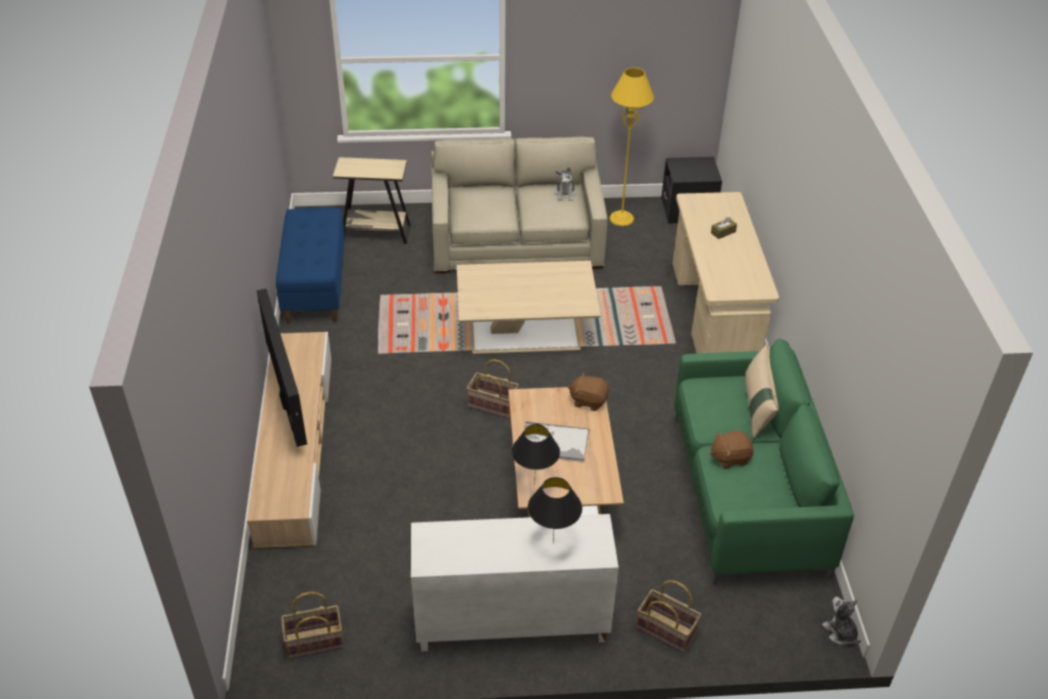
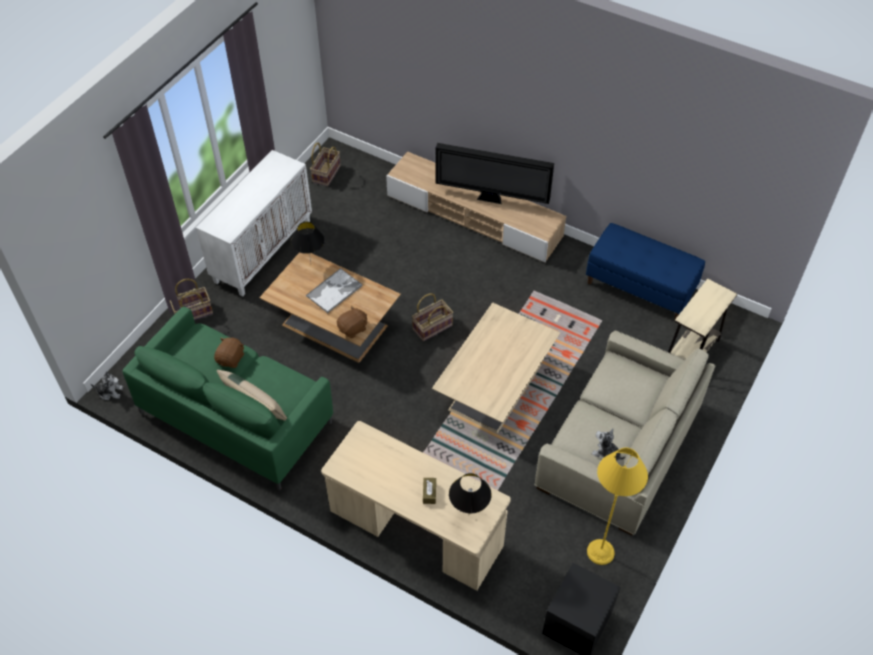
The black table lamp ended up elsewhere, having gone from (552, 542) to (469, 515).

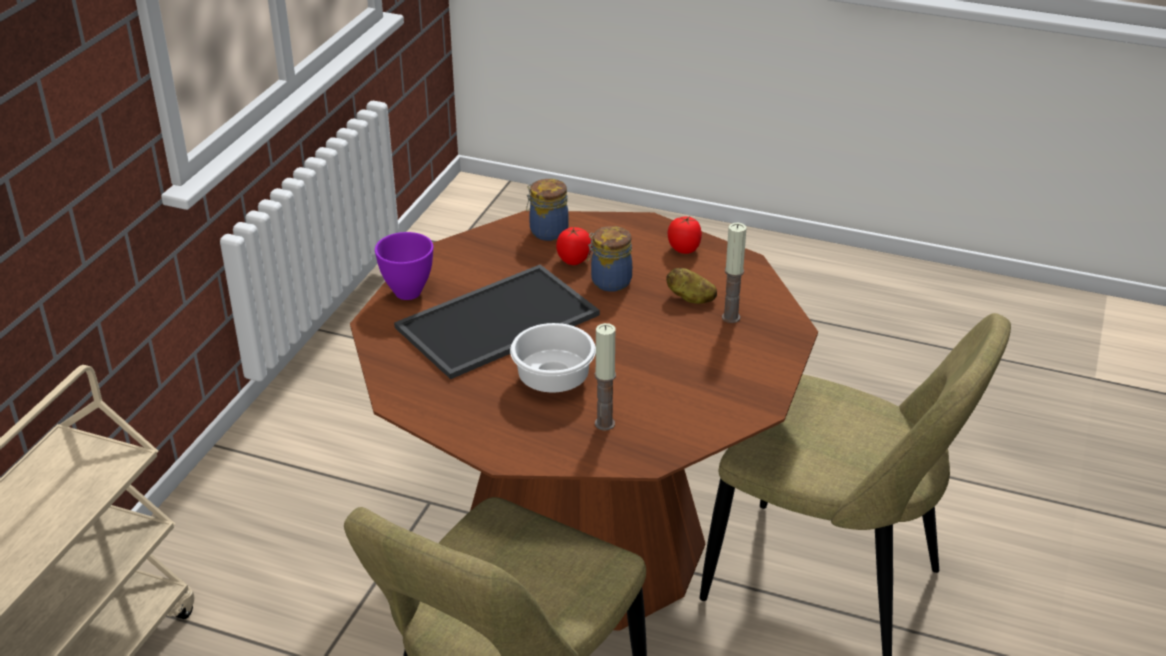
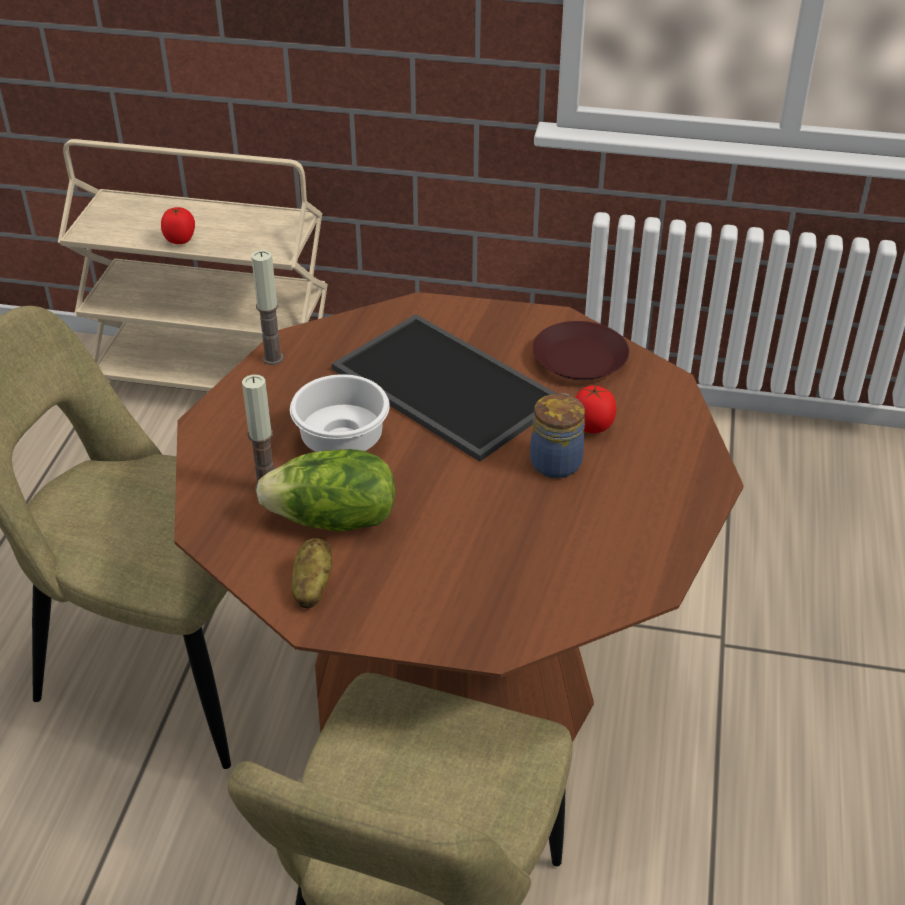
The second view lost the jar at (547, 231).
The tomato ended up elsewhere, having gone from (683, 249) to (180, 240).
The candle ended up elsewhere, having gone from (731, 317) to (273, 358).
The second view lost the purple bowl at (408, 293).
The potato ended up elsewhere, having gone from (690, 298) to (311, 586).
The second view gained the brown plate at (581, 359).
The second view gained the lettuce at (333, 520).

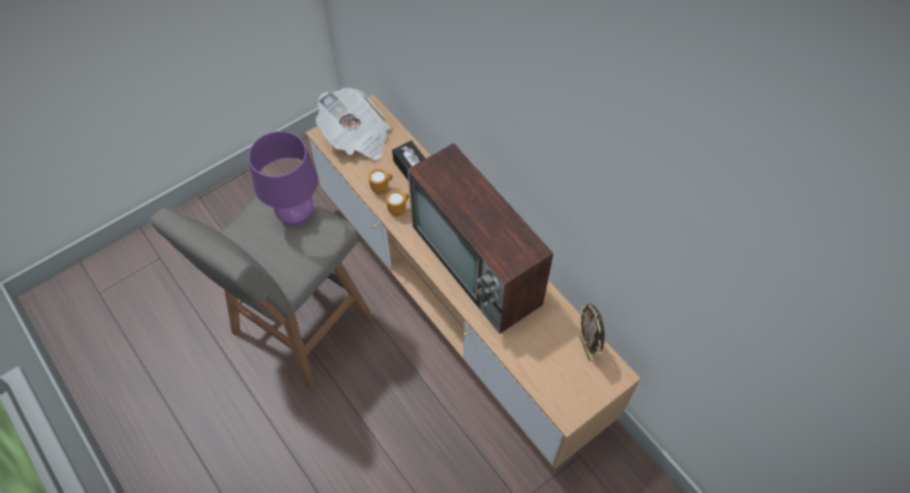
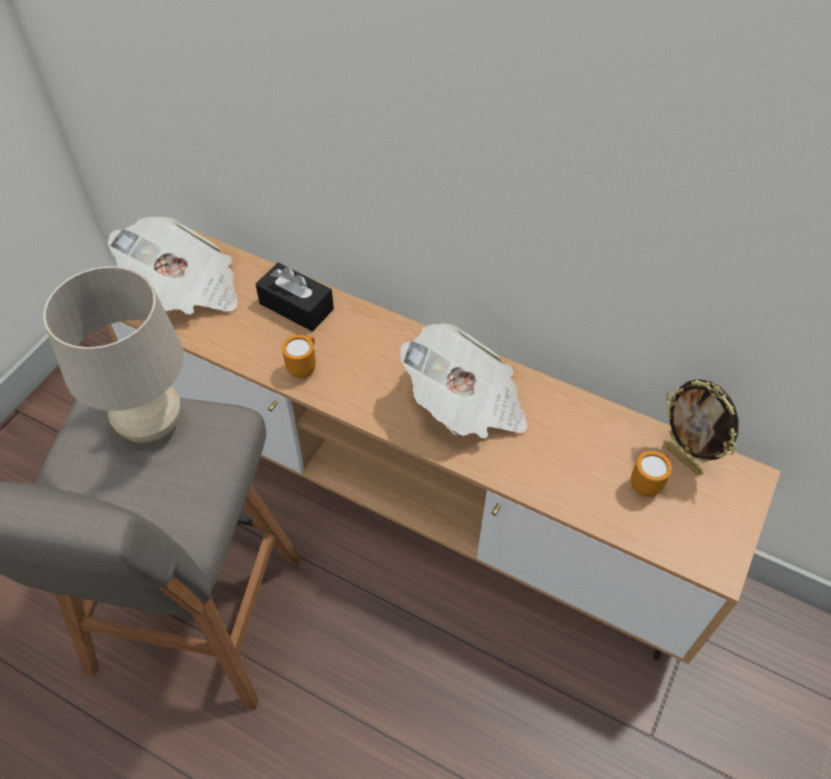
What was the purple table lamp at (296, 215) turned into the beige table lamp at (151, 425).
Where the television stood at (478, 266), the newspaper came to stand at (465, 404).
The orange mug ended up elsewhere, having gone from (382, 188) to (647, 484).

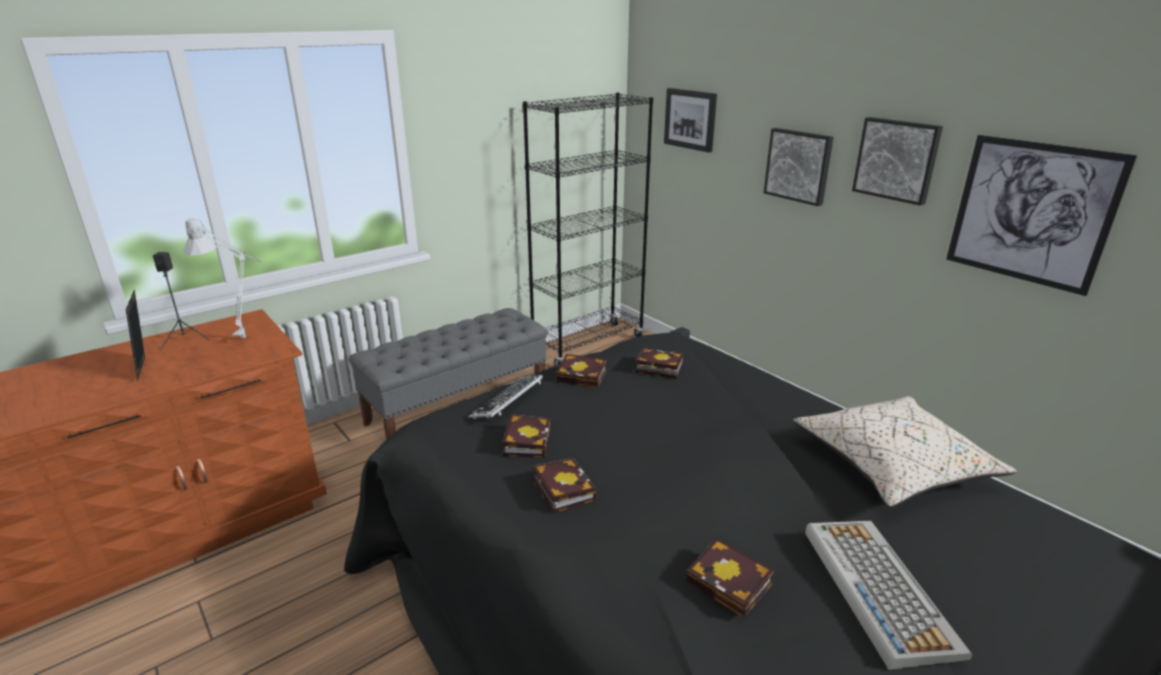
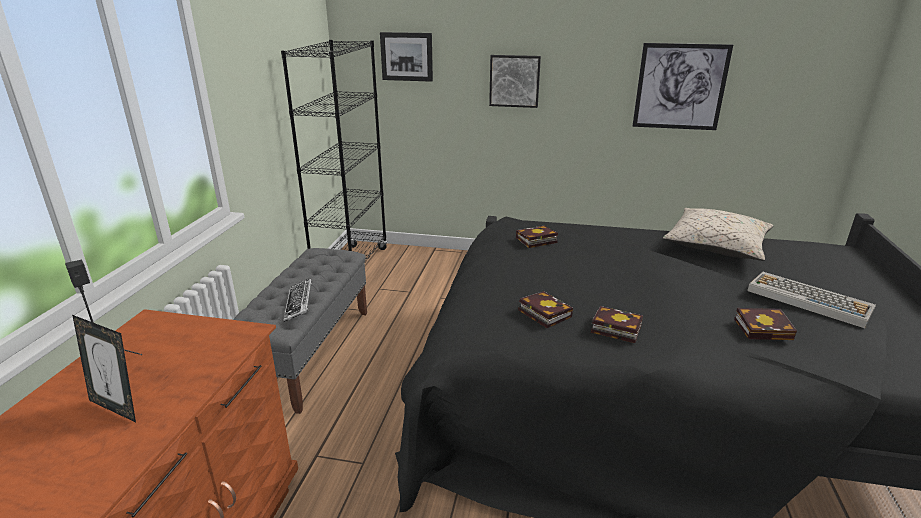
The second view lost the picture at (897, 160).
The second view lost the grey table lamp at (247, 336).
The second view lost the book at (584, 376).
The keyboard ended up elsewhere, having gone from (508, 402) to (299, 303).

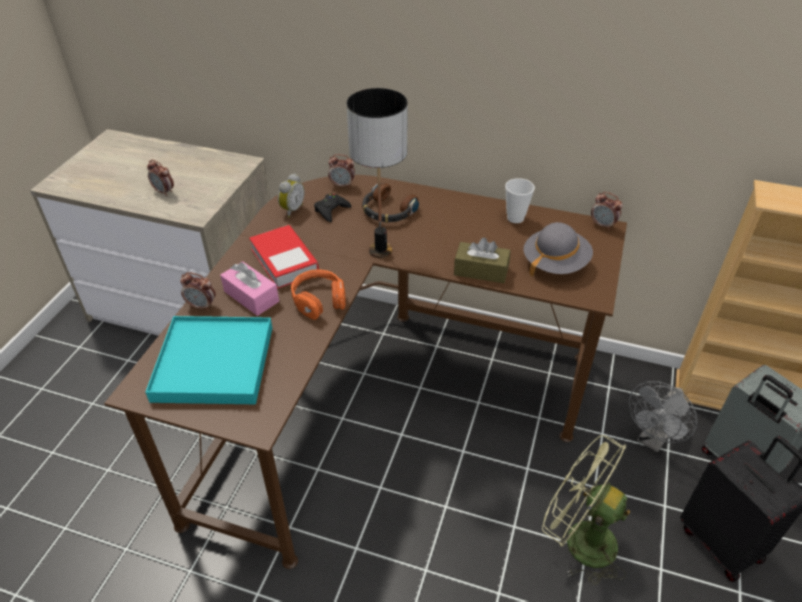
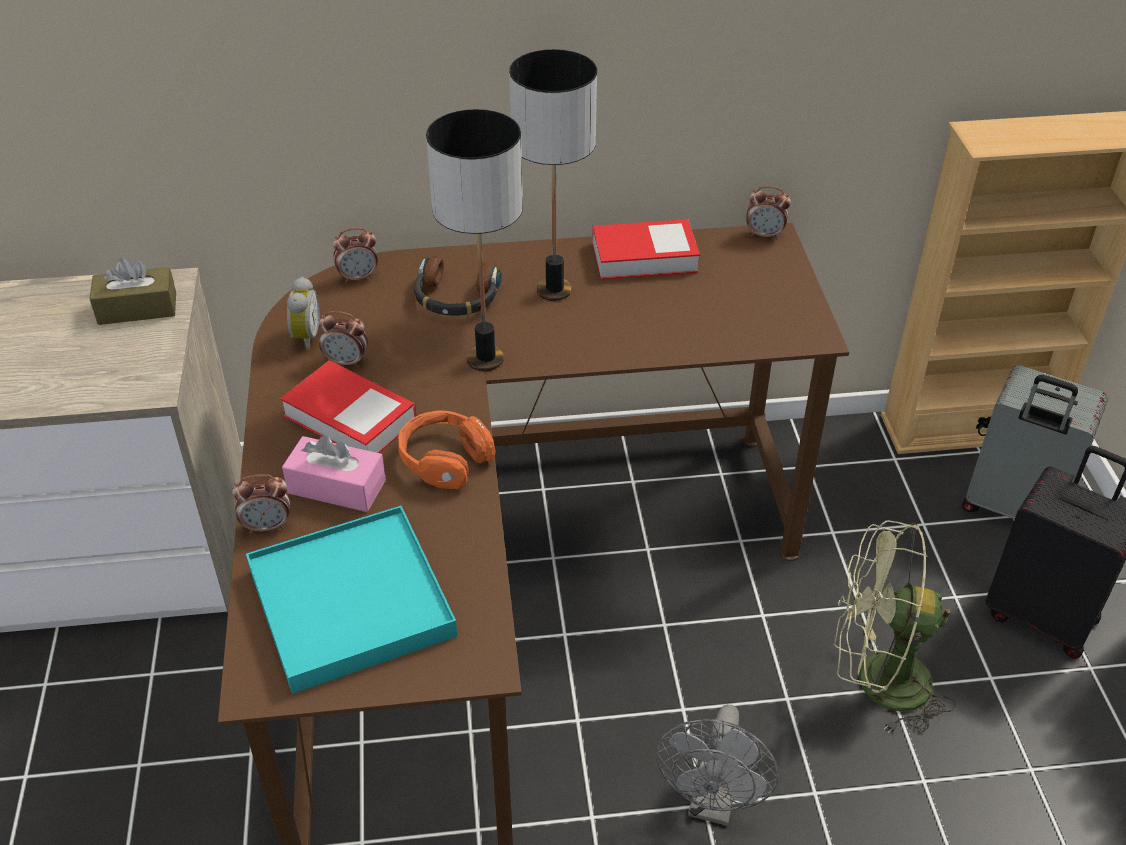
The alarm clock ended up elsewhere, having gone from (164, 192) to (346, 362).
Where the cup stood at (515, 218), the book came to stand at (644, 257).
The second view lost the black game controller at (331, 210).
The second view lost the grey hat at (555, 263).
The brown tissue box ended up elsewhere, having gone from (481, 271) to (137, 308).
The grey fan ended up elsewhere, having gone from (652, 440) to (712, 803).
The second view gained the table lamp at (553, 291).

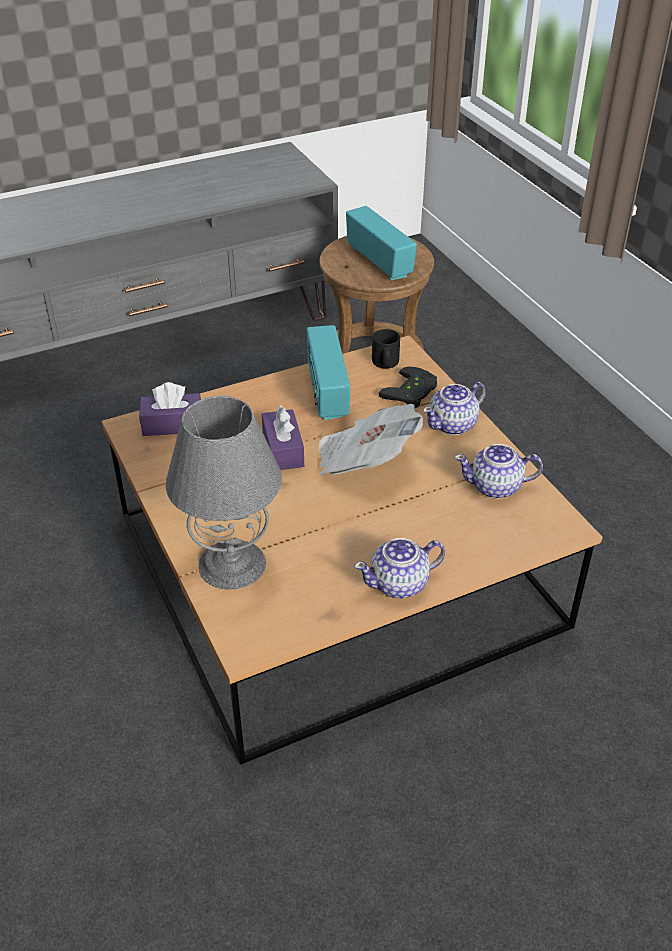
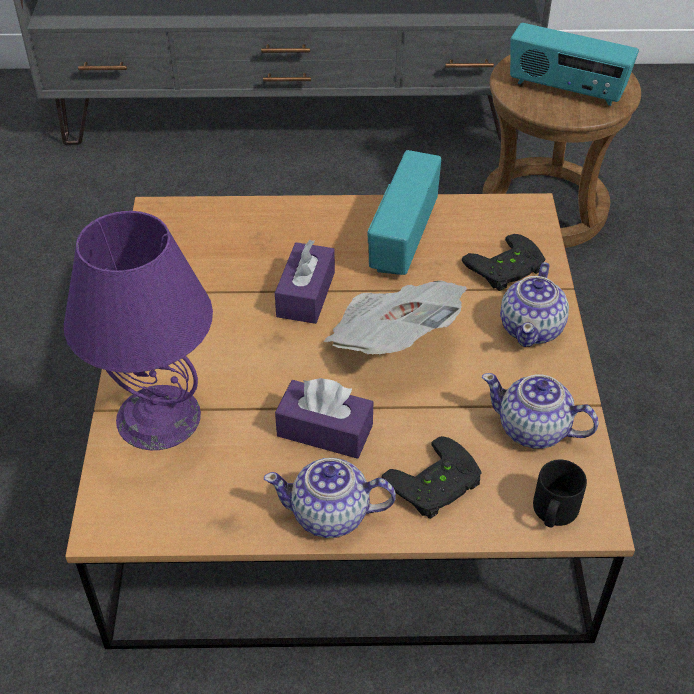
The radio at (380, 262) ended up facing another way, 120 degrees clockwise from before.
The black mug ended up elsewhere, having gone from (385, 363) to (553, 512).
The purple tissue box ended up elsewhere, having gone from (172, 424) to (325, 430).
The teapot at (453, 425) ended up facing another way, 60 degrees counterclockwise from before.
What was the grey table lamp at (231, 565) turned into the purple table lamp at (157, 417).
The second view gained the black game controller at (437, 486).

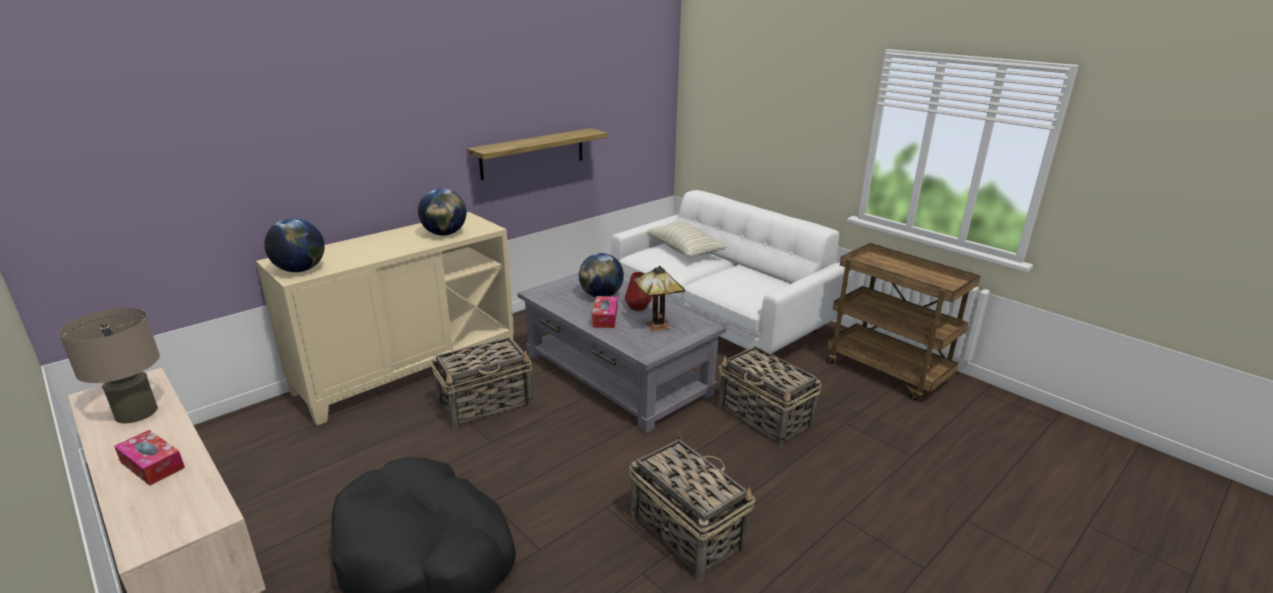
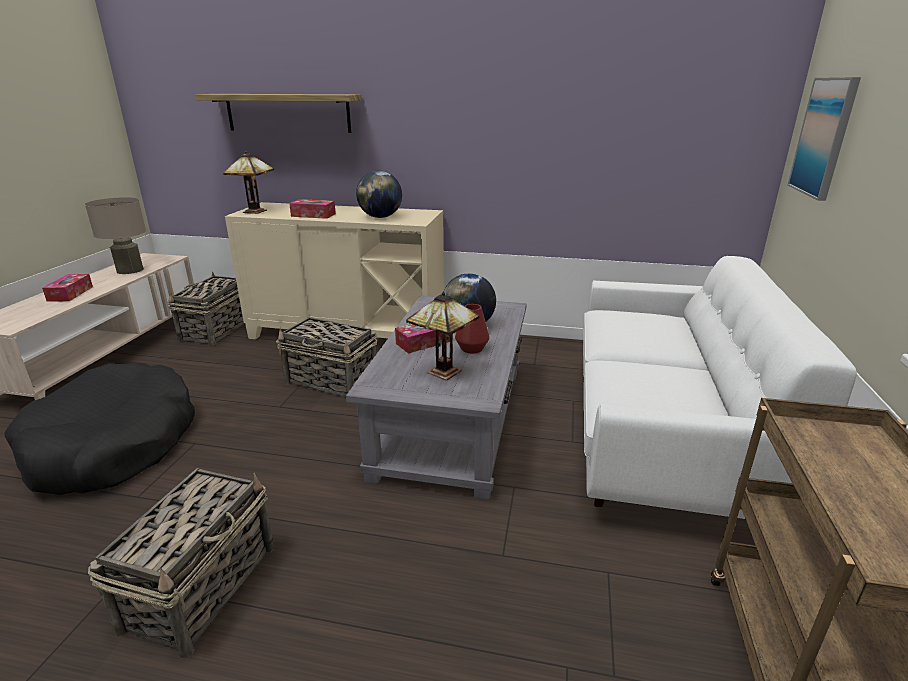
The shelf ended up elsewhere, having gone from (533, 153) to (287, 112).
Where the globe stood at (300, 270), the table lamp came to stand at (256, 211).
The second view lost the pillow at (684, 250).
The basket ended up elsewhere, having gone from (765, 417) to (216, 330).
The second view gained the picture at (823, 137).
The second view gained the tissue box at (313, 215).

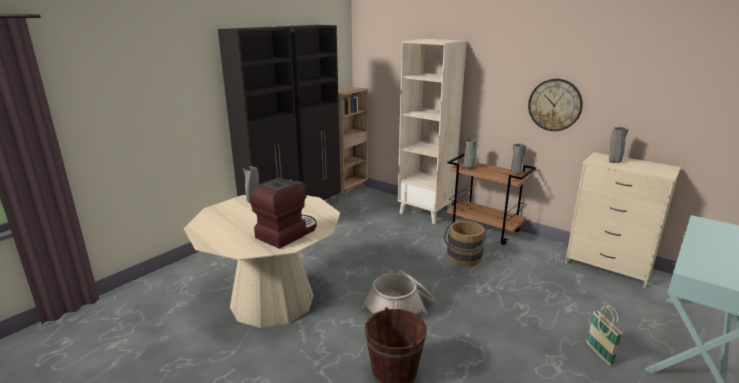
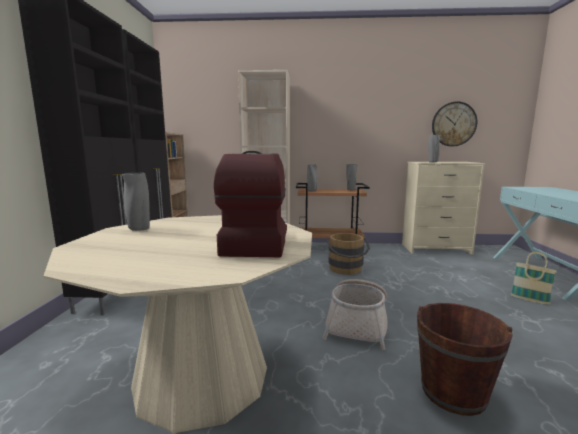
The wall clock ended up elsewhere, having gone from (555, 105) to (453, 124).

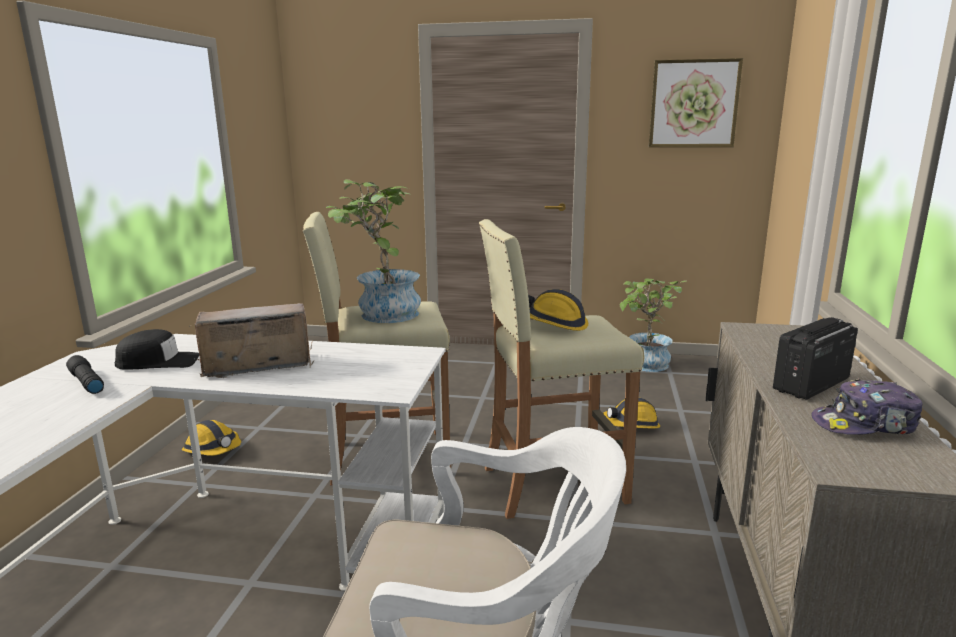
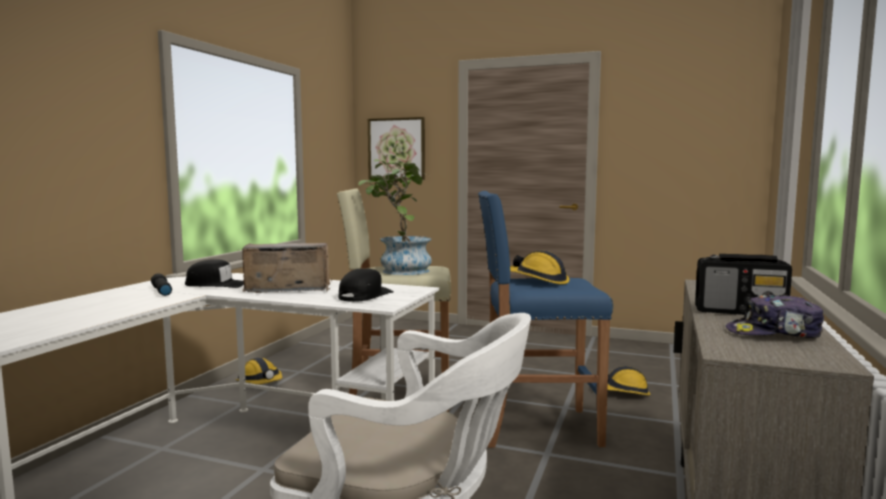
The picture ended up elsewhere, having gone from (693, 104) to (396, 149).
What was the beige stool at (552, 484) turned into the blue stool at (536, 428).
The second view lost the potted plant at (645, 366).
The radio at (810, 384) ended up facing another way, 135 degrees counterclockwise from before.
The second view gained the black cap at (365, 295).

